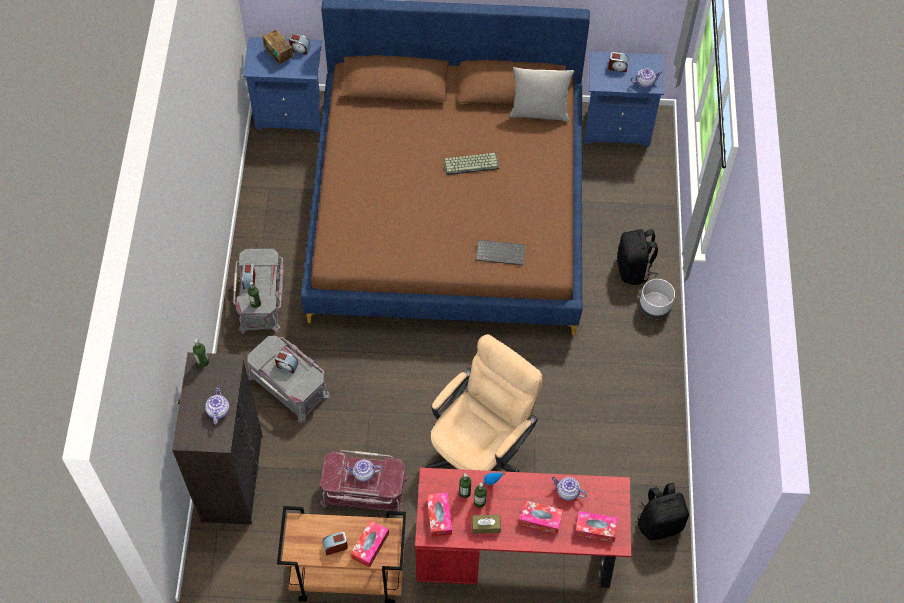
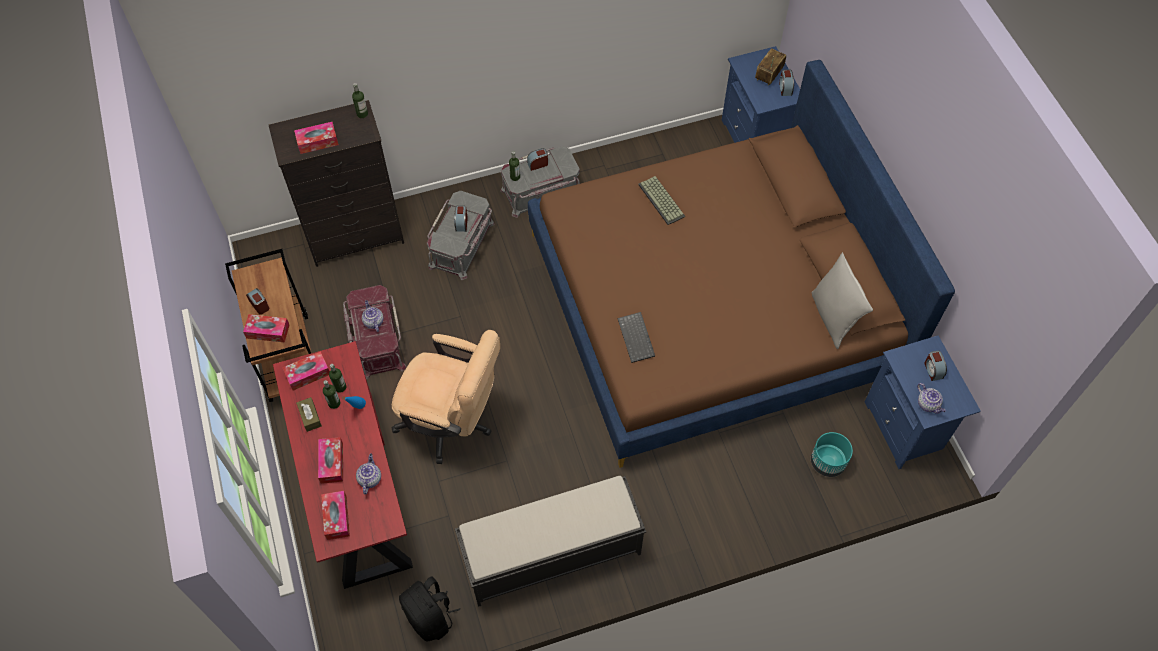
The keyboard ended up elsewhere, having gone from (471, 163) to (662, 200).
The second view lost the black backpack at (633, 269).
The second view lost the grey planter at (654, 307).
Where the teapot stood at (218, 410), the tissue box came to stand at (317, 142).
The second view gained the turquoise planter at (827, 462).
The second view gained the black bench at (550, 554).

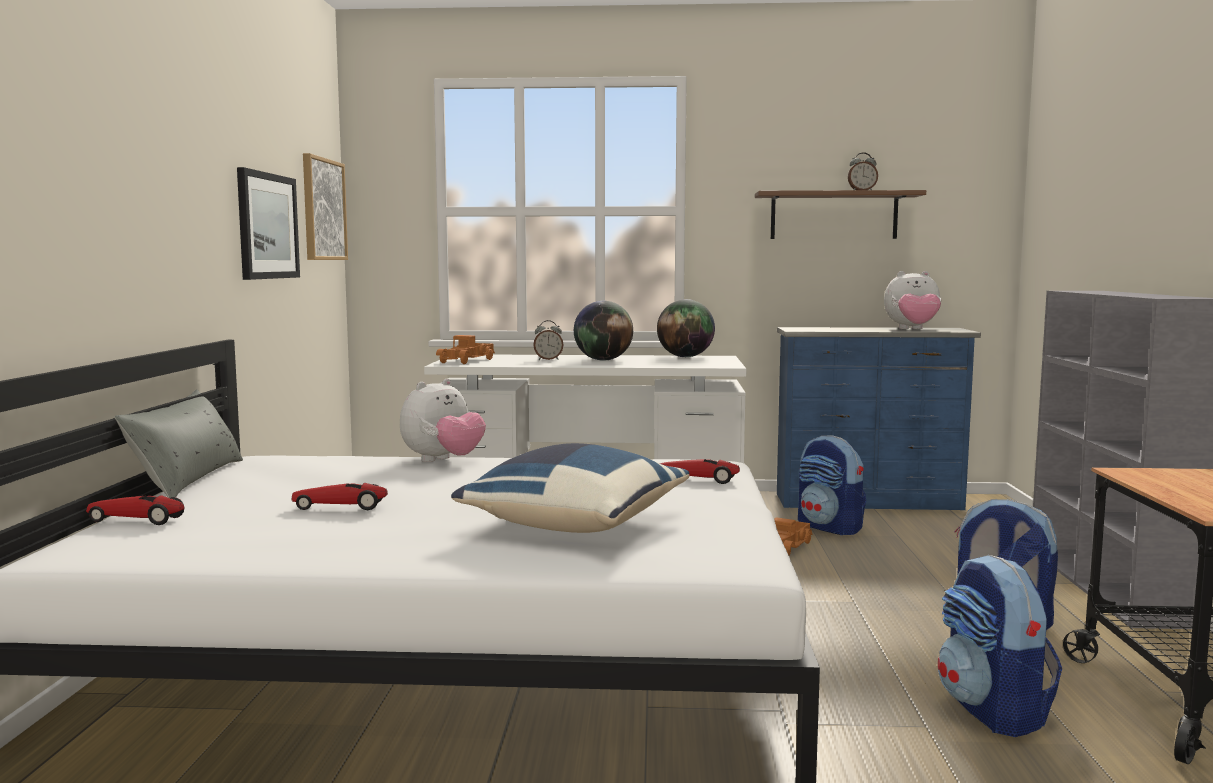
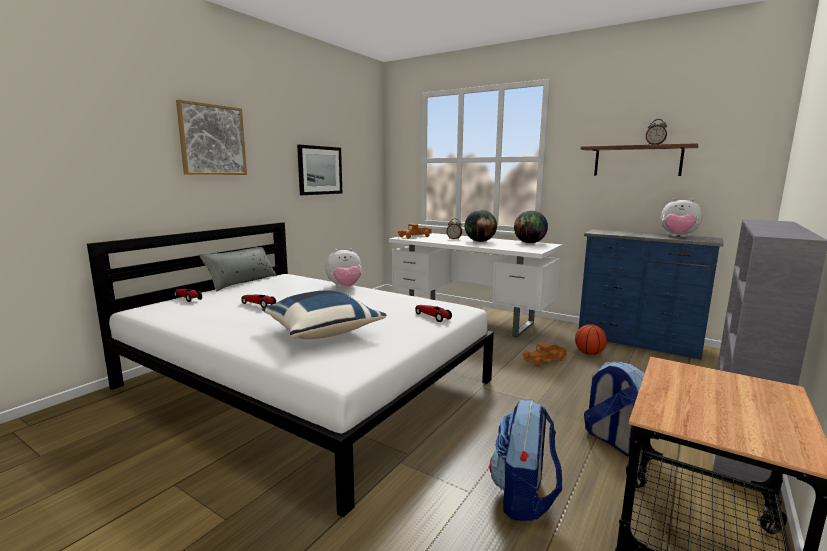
The picture ended up elsewhere, having gone from (323, 209) to (212, 140).
Where the backpack stood at (830, 527), the basketball came to stand at (589, 353).

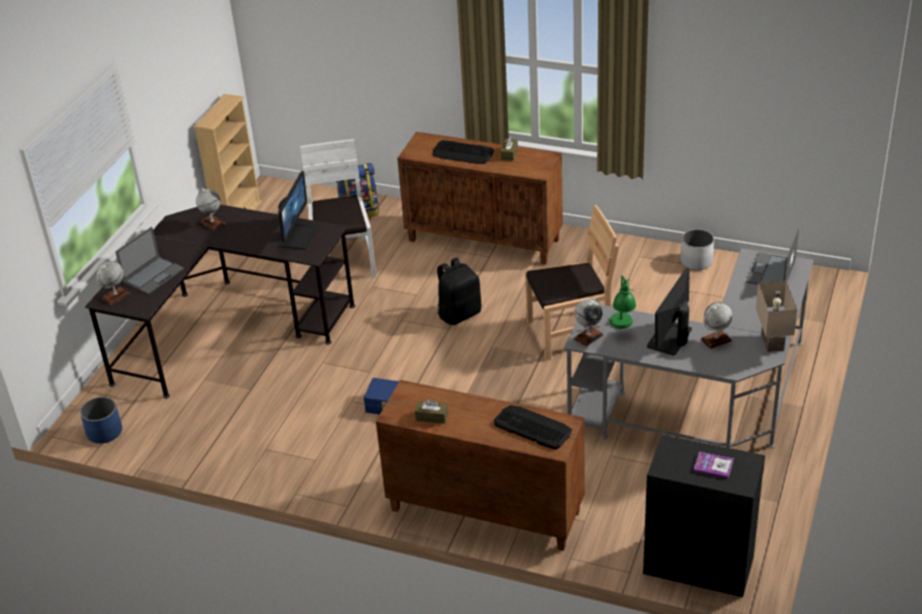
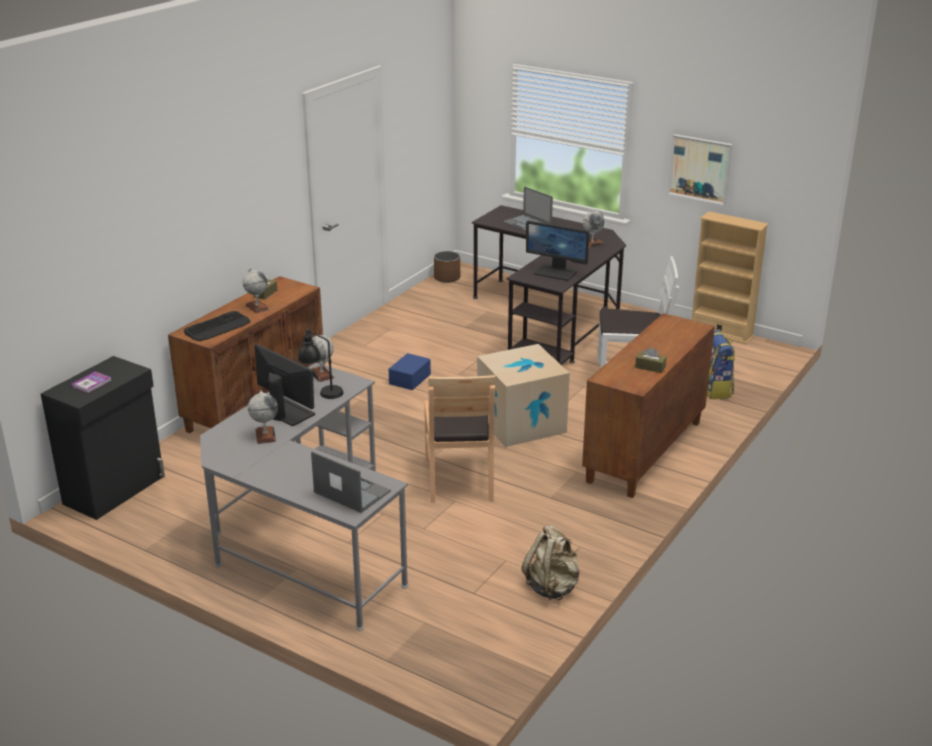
The second view lost the keyboard at (463, 153).
Where the white planter stood at (696, 262), the beige backpack came to stand at (552, 587).
Where the black backpack stood at (459, 314), the cardboard box came to stand at (521, 423).
The globe ended up elsewhere, having gone from (116, 296) to (257, 307).
What was the green table lamp at (622, 328) turned into the black table lamp at (321, 392).
The second view lost the beige table lamp at (774, 342).
What was the blue planter at (104, 432) turned into the brown planter at (447, 278).
The second view gained the picture at (700, 169).

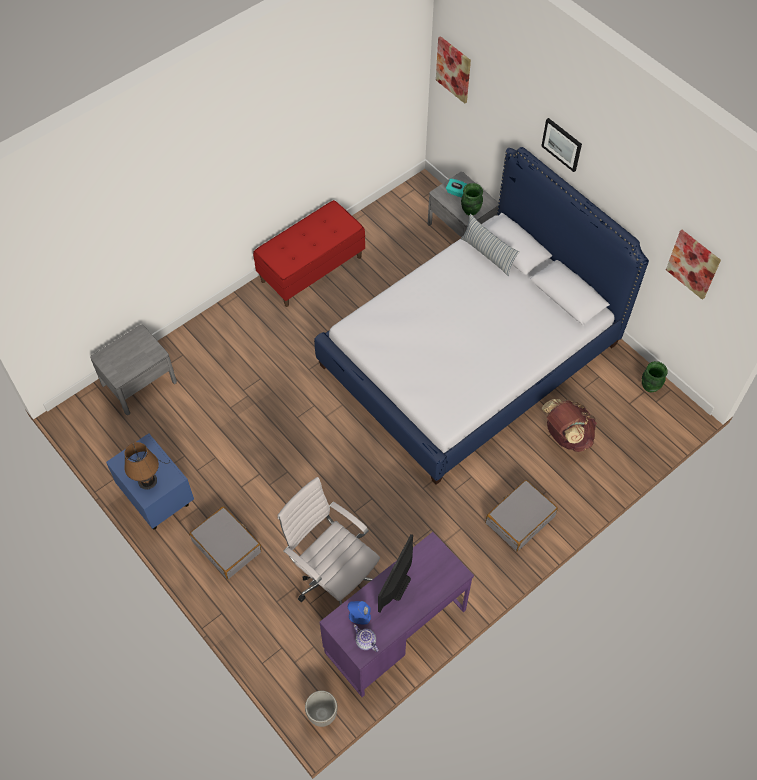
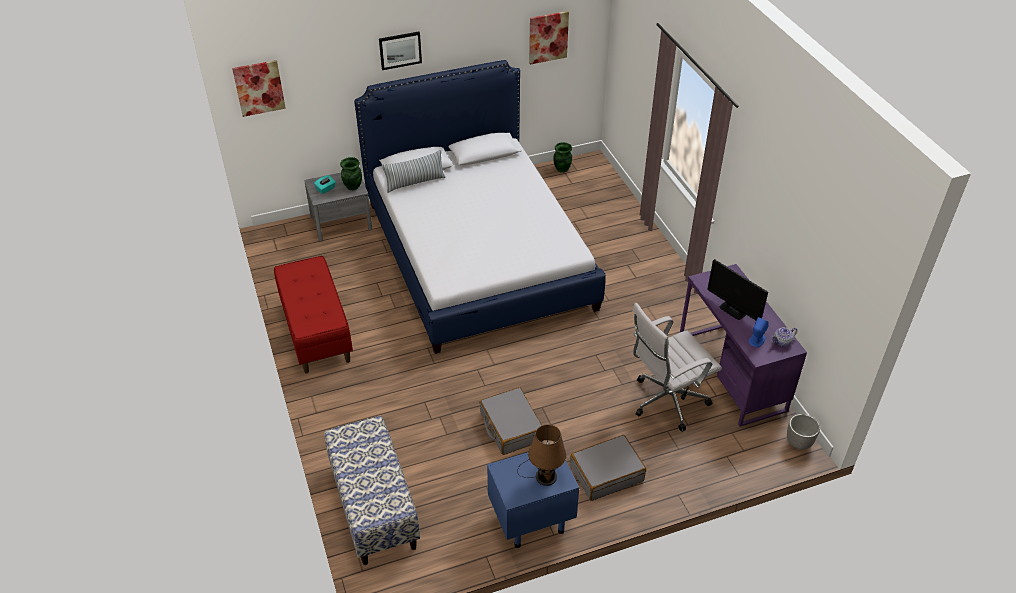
Where the grey nightstand stood at (139, 383), the bench came to stand at (373, 507).
The second view lost the brown backpack at (566, 436).
The grey suitcase ended up elsewhere, having gone from (519, 519) to (510, 427).

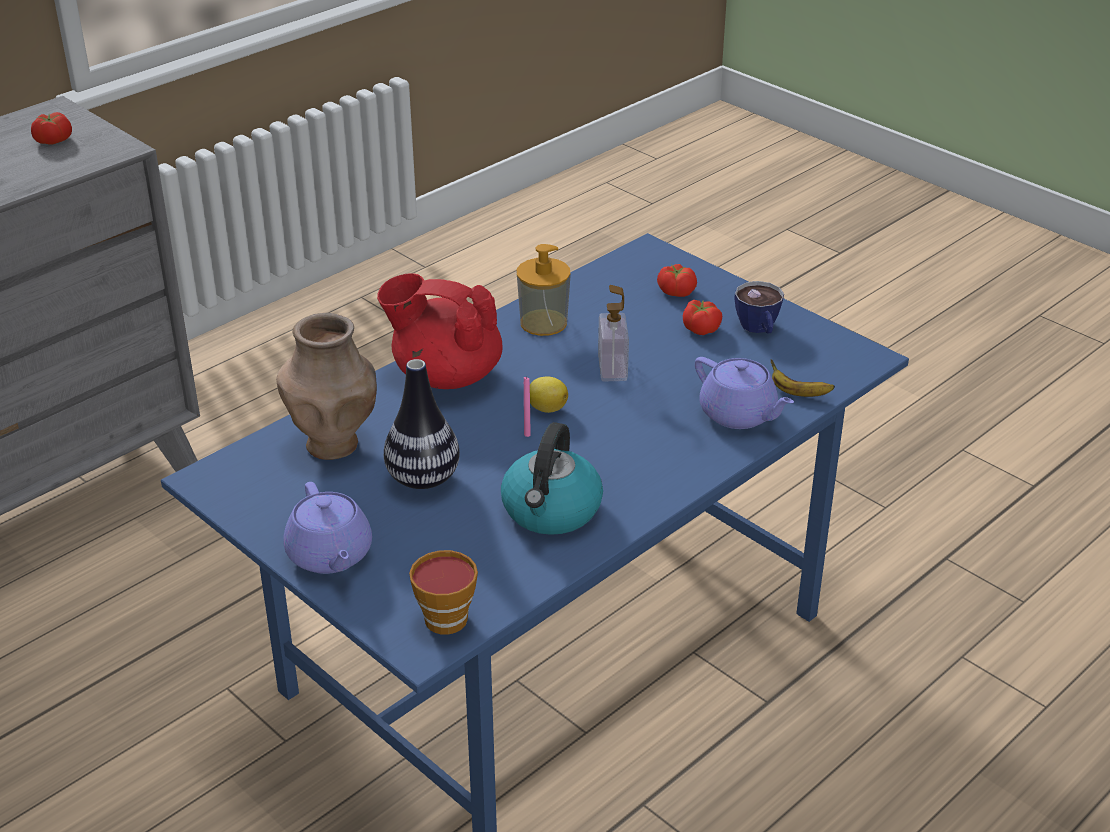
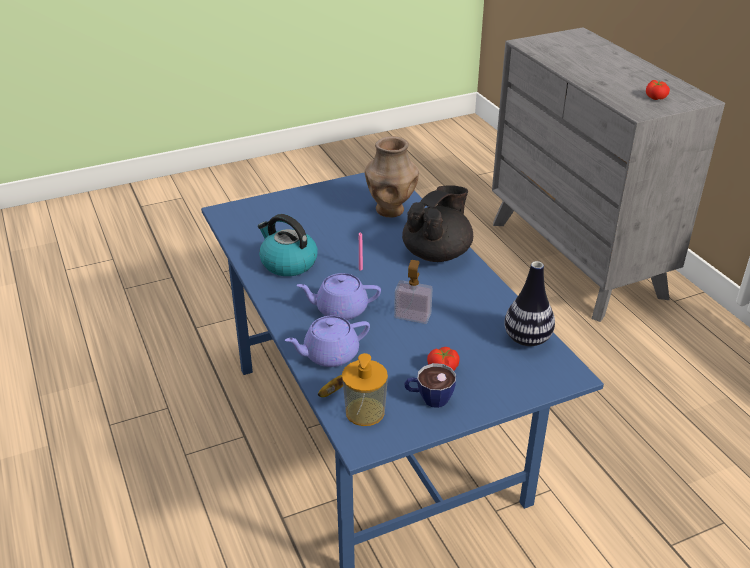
The soap dispenser ended up elsewhere, having gone from (543, 322) to (365, 412).
The second view lost the tomato at (676, 291).
What was the red teapot at (445, 375) turned into the black teapot at (437, 253).
The vase ended up elsewhere, having gone from (423, 479) to (527, 339).
The second view lost the lemon at (546, 408).
The purple teapot ended up elsewhere, having gone from (330, 555) to (340, 309).
The second view lost the cup at (442, 616).

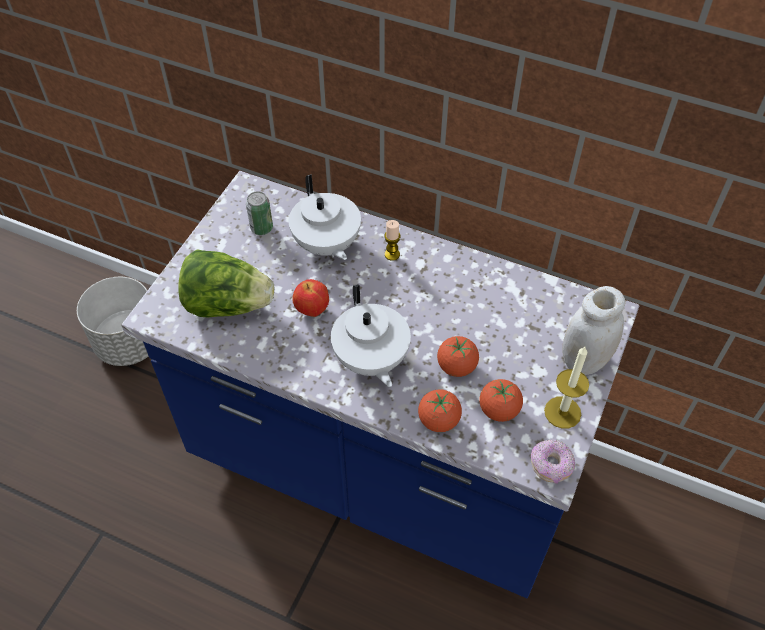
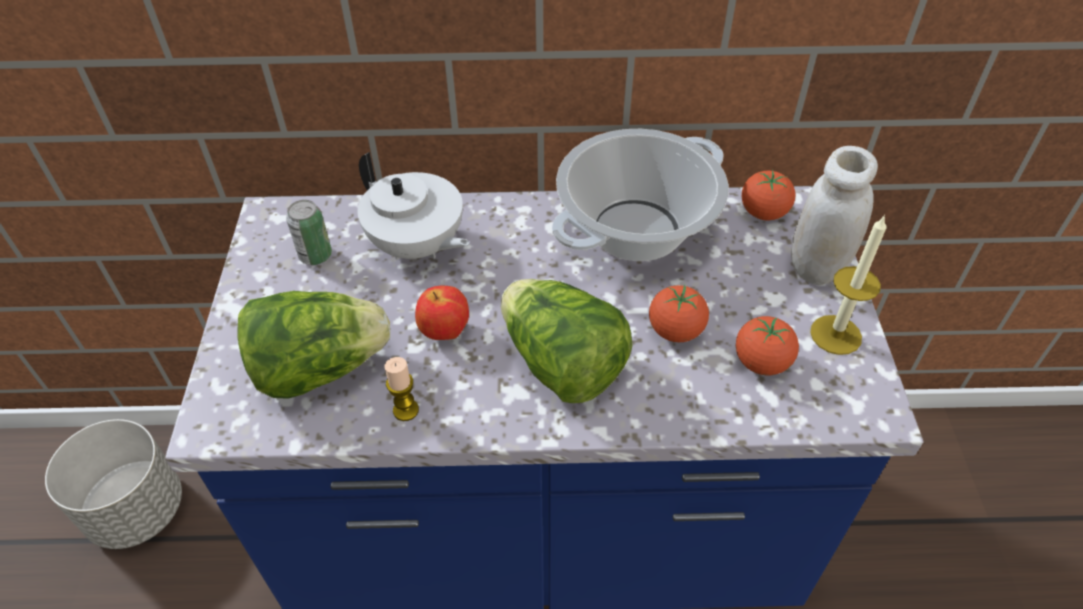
The candle ended up elsewhere, having gone from (392, 254) to (406, 410).
Where the white teapot stood at (370, 360), the lettuce came to stand at (561, 365).
The tomato ended up elsewhere, having gone from (438, 420) to (763, 213).
The second view lost the donut at (551, 465).
The second view gained the cooking pot at (635, 230).

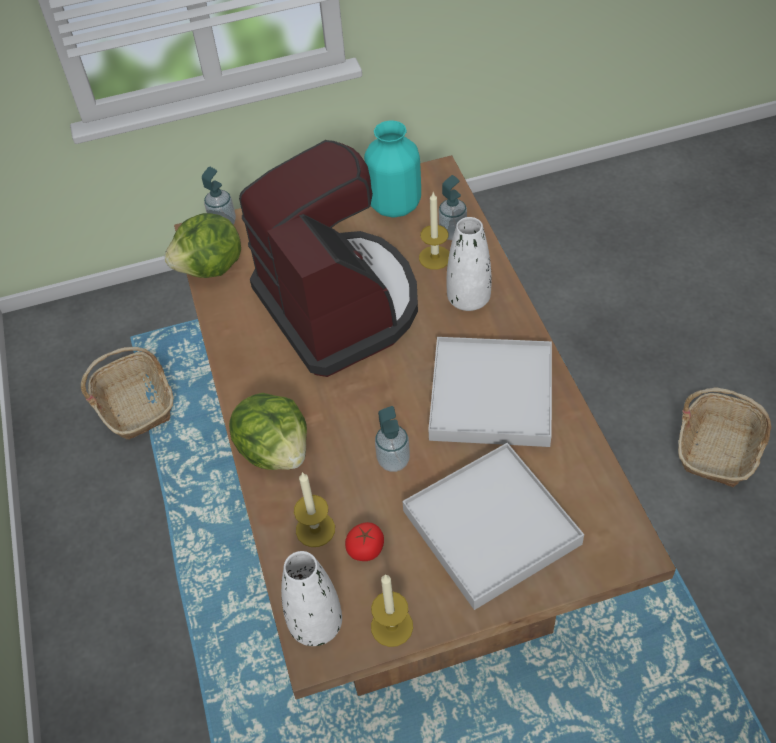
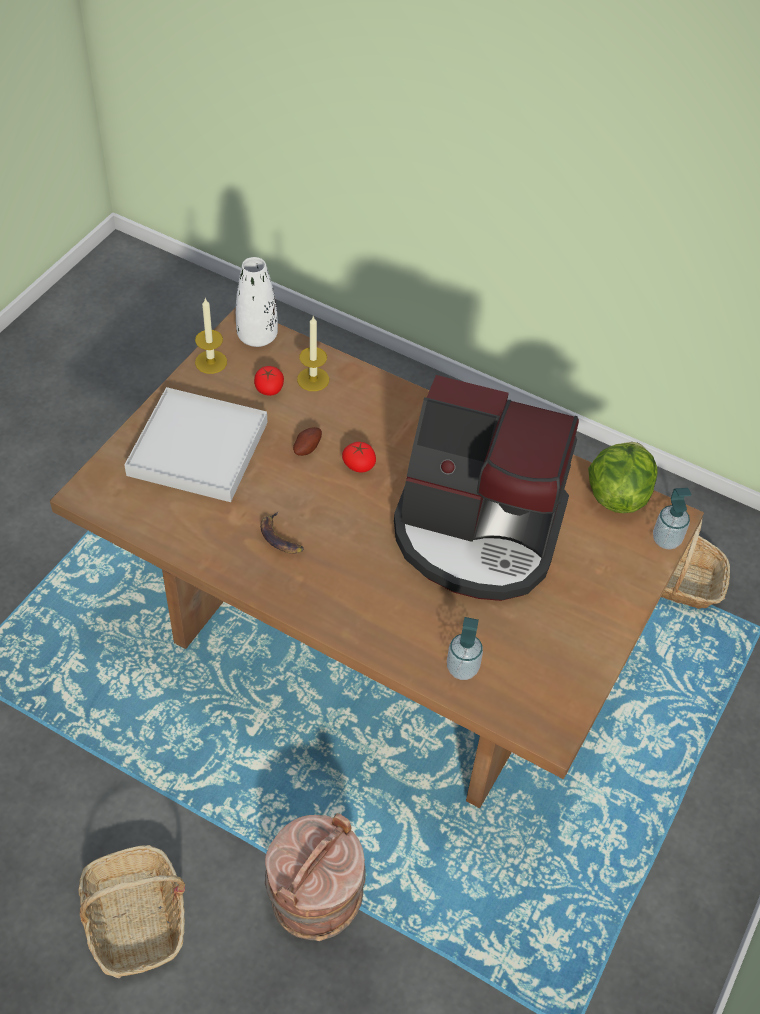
The second view lost the turquoise vase at (395, 206).
The second view lost the candle at (435, 257).
The second view lost the white vase at (468, 299).
Where the white tray stood at (491, 395), the banana came to stand at (280, 537).
The second view lost the lettuce at (275, 450).
Where the soap dispenser stood at (393, 460), the potato came to stand at (306, 448).
The second view gained the tomato at (359, 464).
The second view gained the brown bucket at (315, 896).

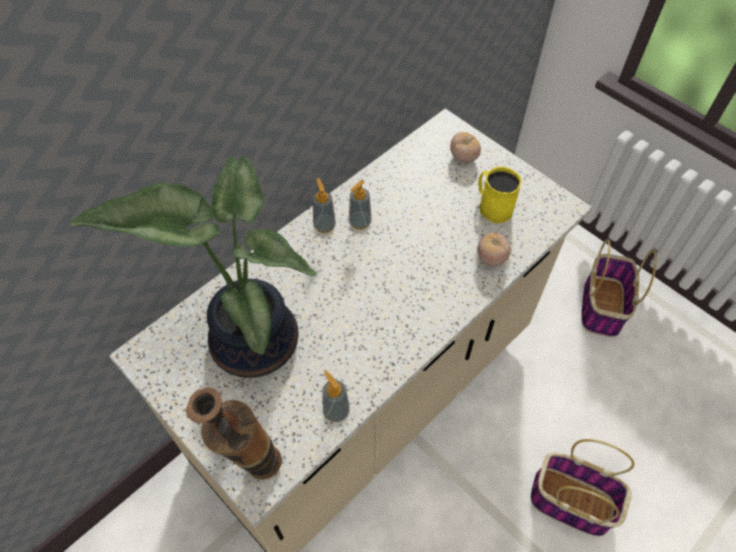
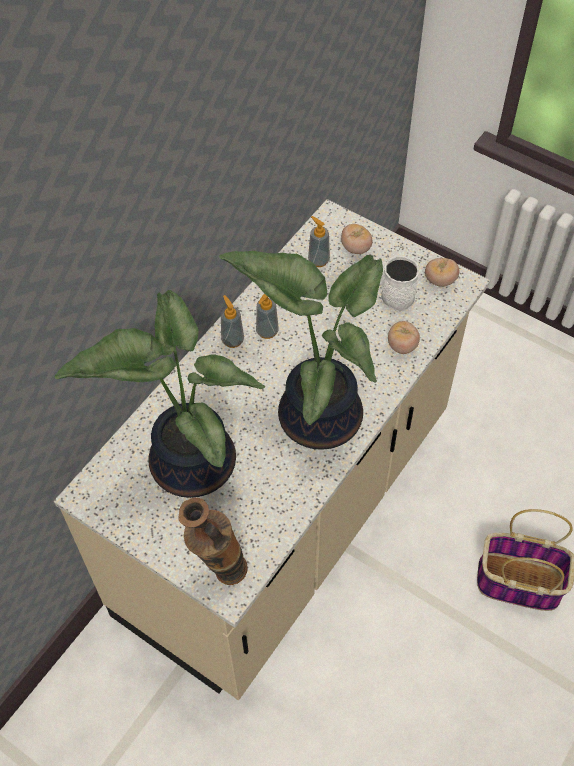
What was the yellow mug at (492, 206) turned into the white mug at (393, 295).
The second view lost the basket at (602, 305).
The soap dispenser ended up elsewhere, having gone from (336, 411) to (318, 260).
The second view gained the potted plant at (318, 413).
The second view gained the tomato at (440, 280).

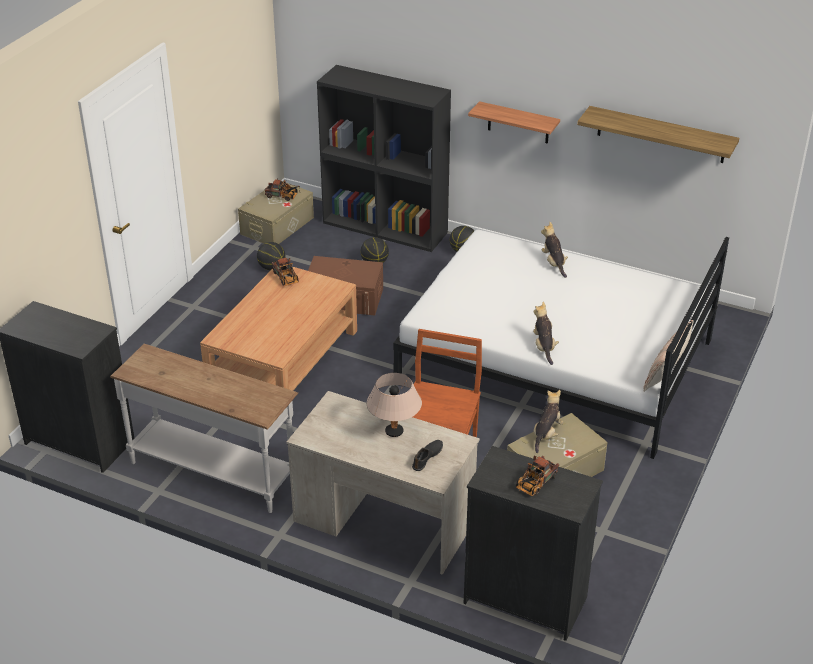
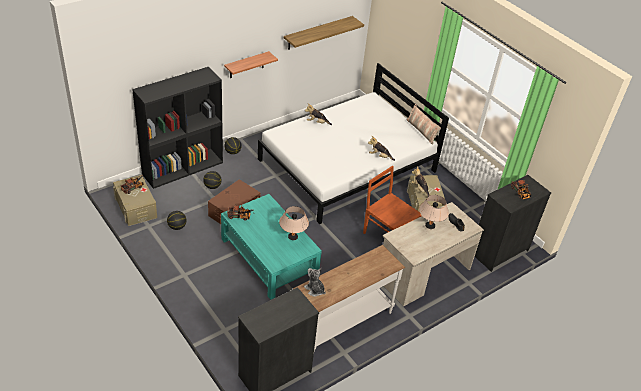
What was the brown coffee table at (283, 360) turned into the turquoise coffee table at (269, 257).
The second view gained the beige table lamp at (292, 237).
The second view gained the plush toy at (314, 290).

